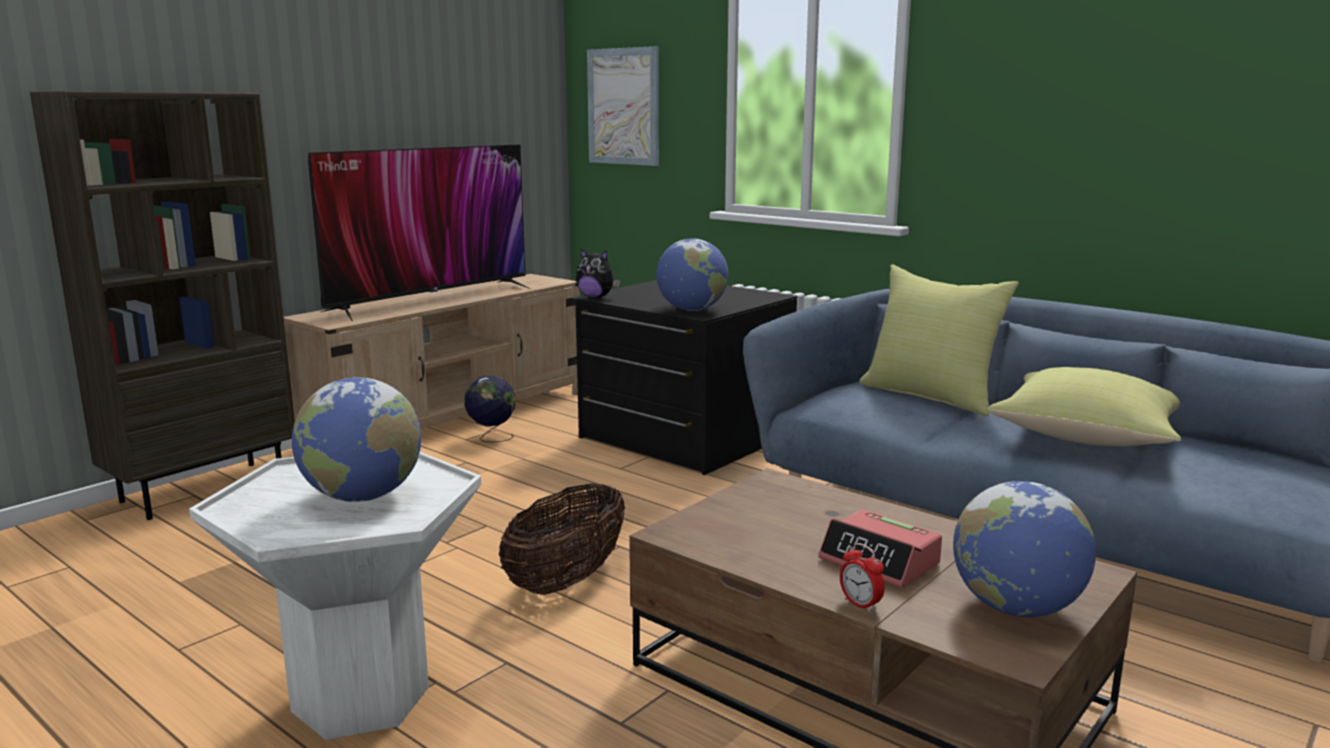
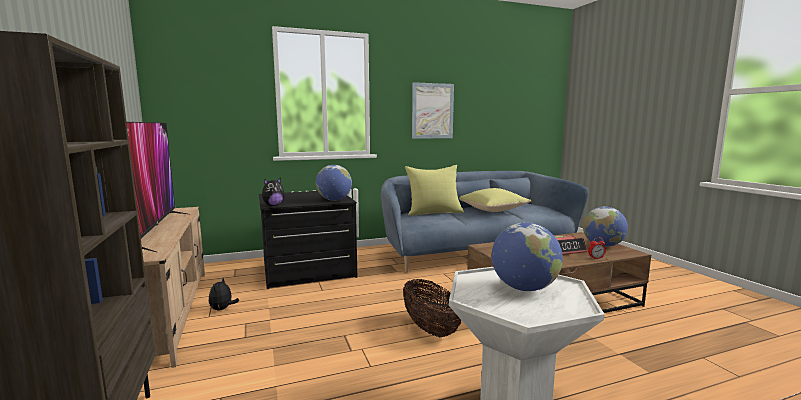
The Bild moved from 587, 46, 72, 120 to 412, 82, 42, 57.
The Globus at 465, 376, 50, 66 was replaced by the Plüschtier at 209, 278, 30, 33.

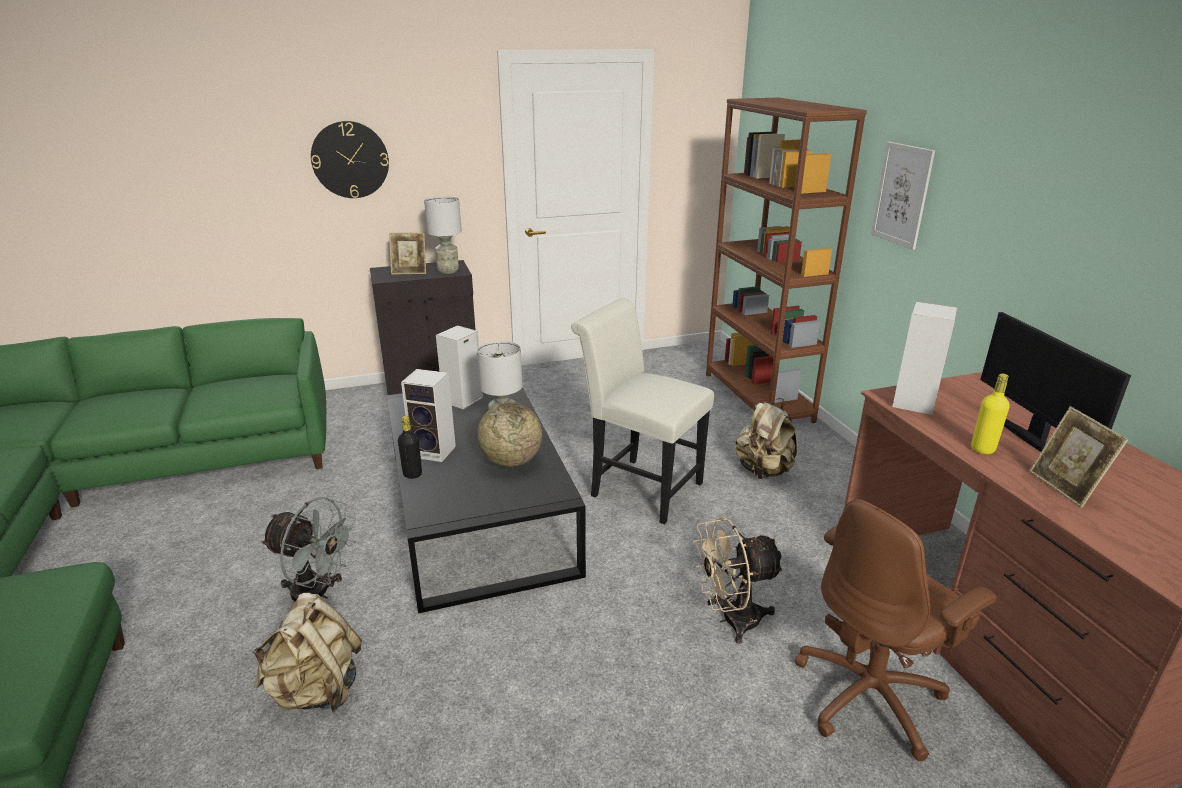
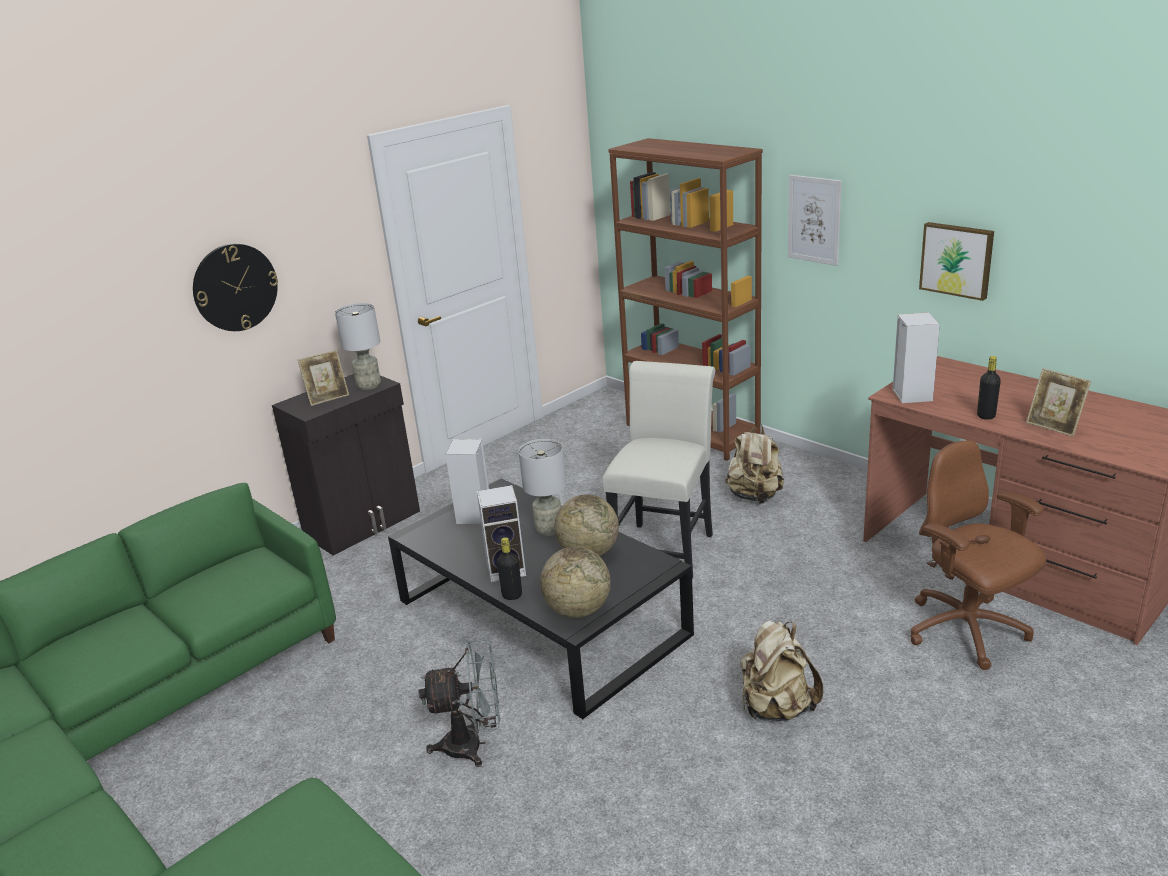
The Ventilator/beige at 693, 517, 92, 127 disappeared.
The Monitor at 980, 312, 151, 140 disappeared.
The Globus at 540, 547, 71, 71 appeared.
The Bild at 919, 222, 75, 79 appeared.
The Rucksack/beige moved from 252, 593, 110, 119 to 740, 621, 83, 101.
The Flasche/gelb at 971, 373, 39, 81 became the Flasche/schwarz at 977, 356, 24, 64.
The Stuhl/weiß at 571, 298, 143, 226 turned 105 degrees clockwise.
The Bürostuhl/braun at 795, 499, 202, 262 turned 120 degrees clockwise.

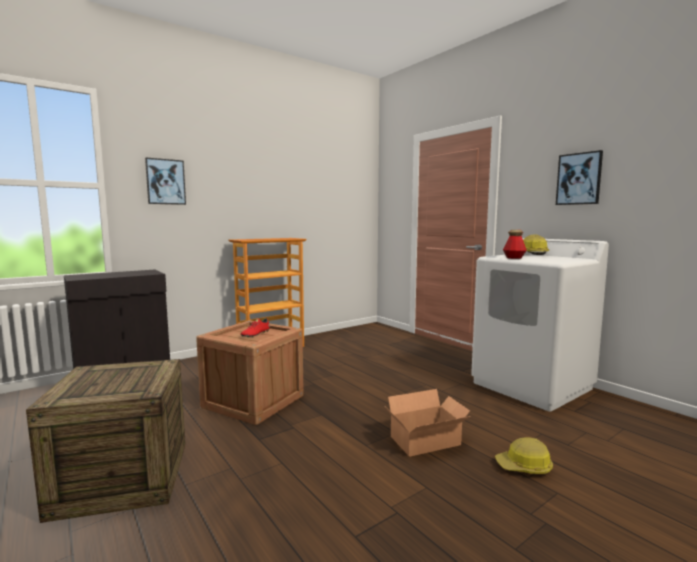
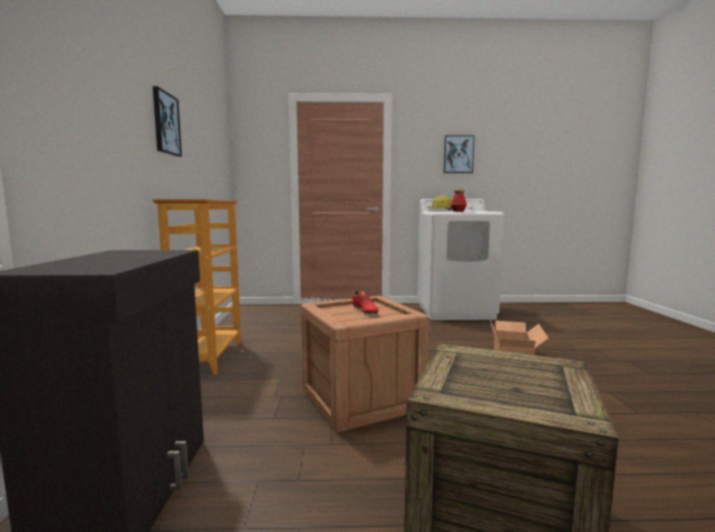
The Schutzhelm at 495, 437, 58, 37 disappeared.
The Bild moved from 145, 158, 41, 47 to 153, 86, 29, 71.

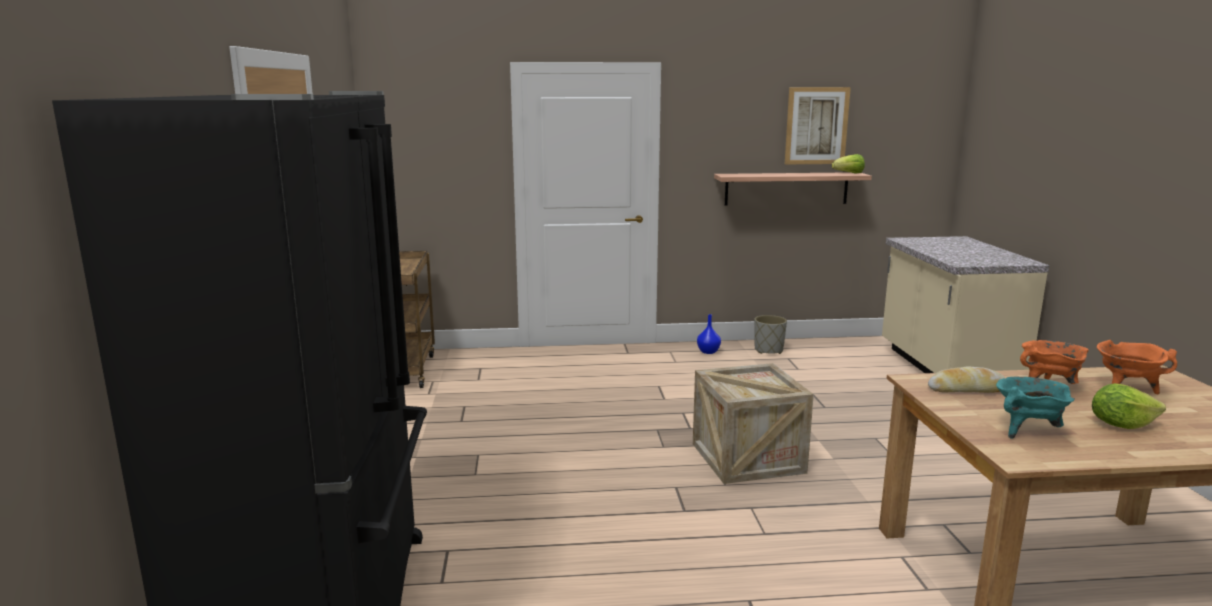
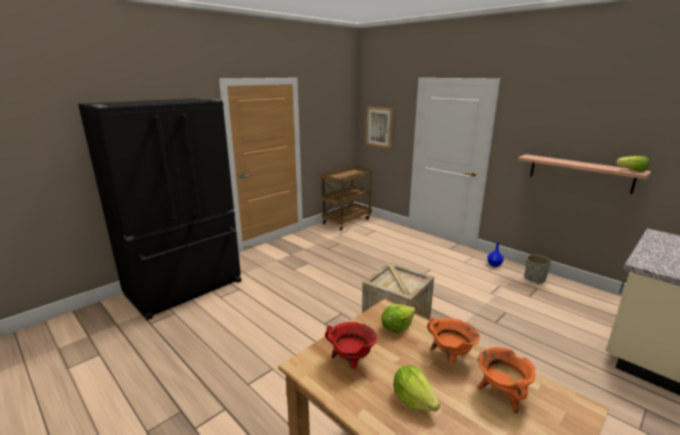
The Bild moved from 785, 87, 66, 77 to 366, 107, 26, 41.
The Brot at 928, 366, 77, 27 was replaced by the Salatkopf at 381, 304, 34, 29.
The Kochtopf/türkis at 996, 377, 79, 62 became the Kochtopf/rot at 325, 322, 52, 47.

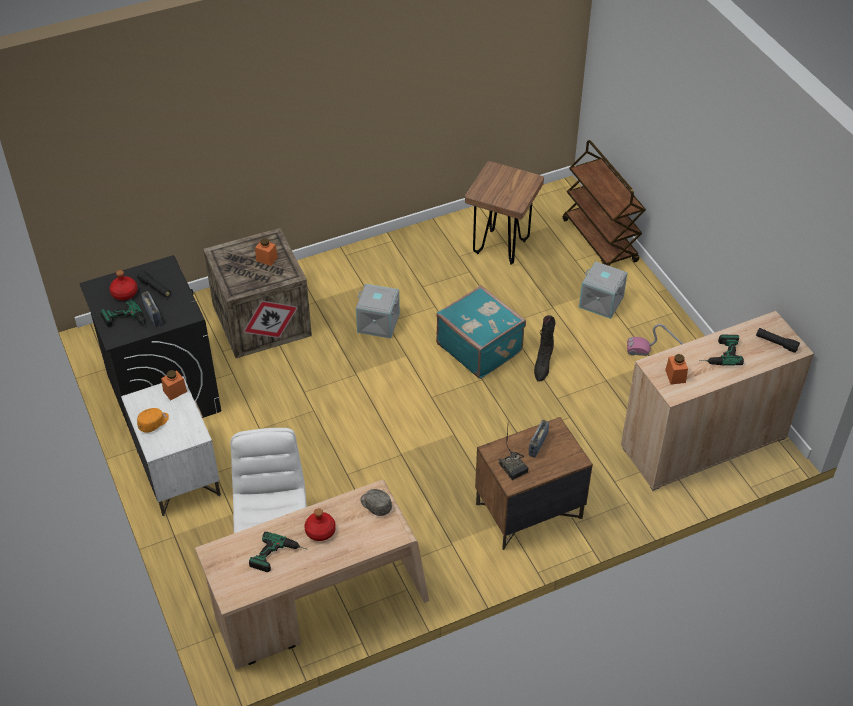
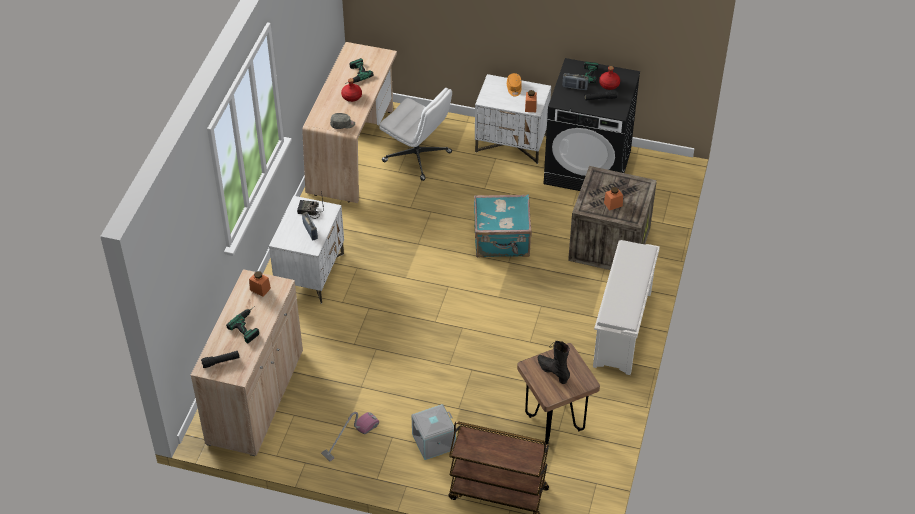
The Aufbewahrungsbox/grau at 356, 284, 44, 54 disappeared.
The Schuhregal/weiß at 593, 240, 67, 135 appeared.
The Koffer/türkis moved from 436, 285, 90, 94 to 474, 194, 58, 63.
The Stiefel/schwarz moved from 534, 315, 22, 67 to 538, 341, 32, 43.
The Nachttisch/braun at 475, 417, 118, 133 became the Nachttisch/weiß at 269, 196, 75, 108.

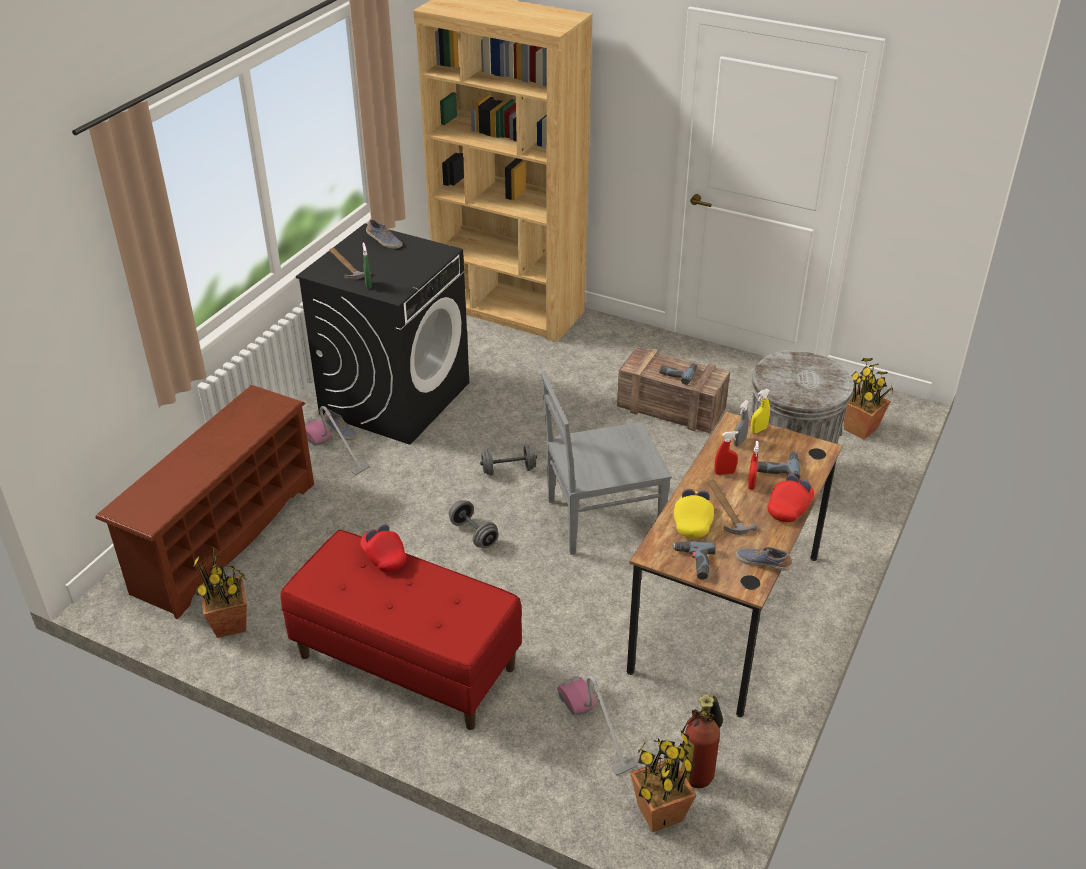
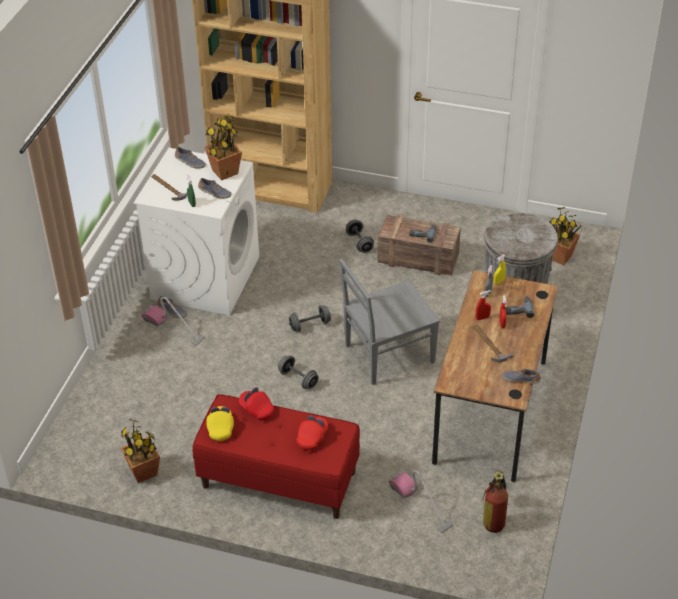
The Schuhregal/braun at 95, 385, 219, 234 disappeared.
The Bohrmaschine at 672, 541, 44, 39 disappeared.
The Schuh at 198, 178, 33, 21 appeared.
The Hantel/grau at 346, 219, 28, 34 appeared.
The Topfpflanze moved from 630, 731, 67, 101 to 205, 114, 37, 66.
The Kappe/gelb moved from 674, 489, 40, 49 to 206, 406, 28, 35.
The Kappe/rot moved from 768, 474, 46, 48 to 296, 415, 32, 35.
The Waschmaschine/schwarz at 296, 223, 173, 222 became the Waschmaschine/weiß at 134, 148, 125, 167.

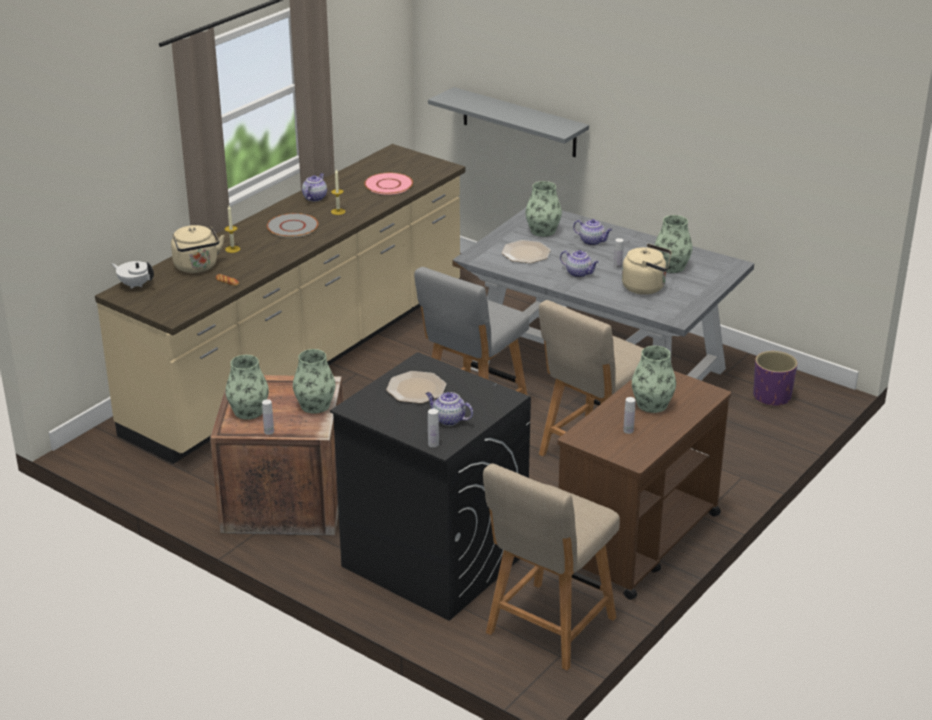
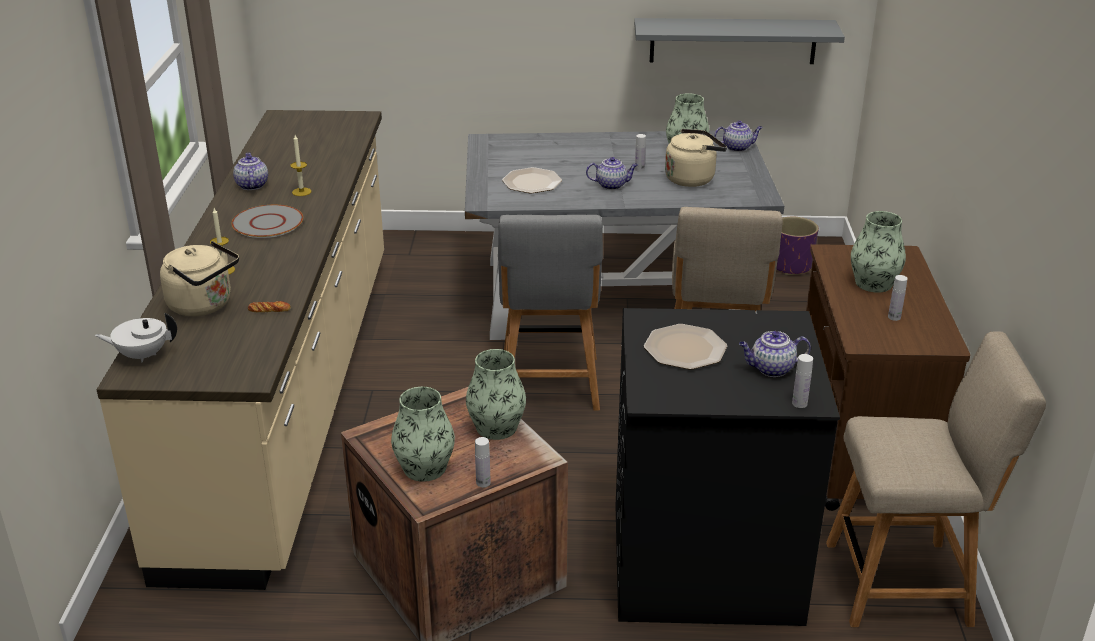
The Teller/rosa at 364, 173, 49, 22 disappeared.
The Vase at 525, 181, 37, 56 disappeared.
The Wandregal/grau moved from 428, 87, 161, 70 to 634, 18, 211, 46.
The Teekanne moved from 573, 219, 39, 27 to 714, 121, 49, 31.
The Stuhl/beige at 483, 463, 137, 207 turned 90 degrees counterclockwise.

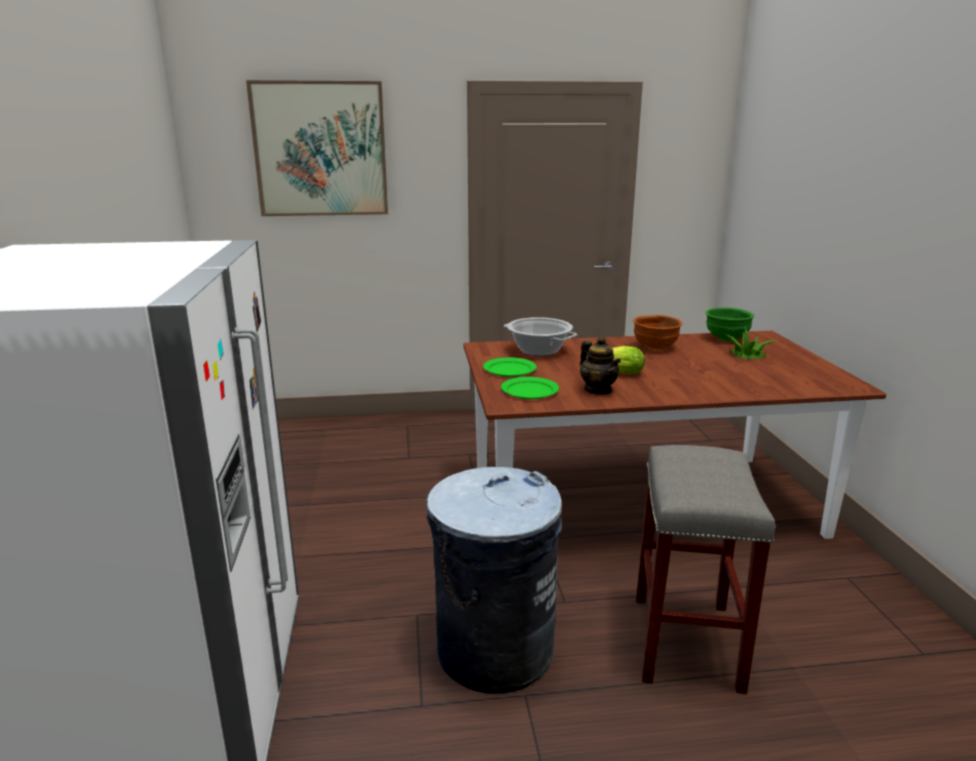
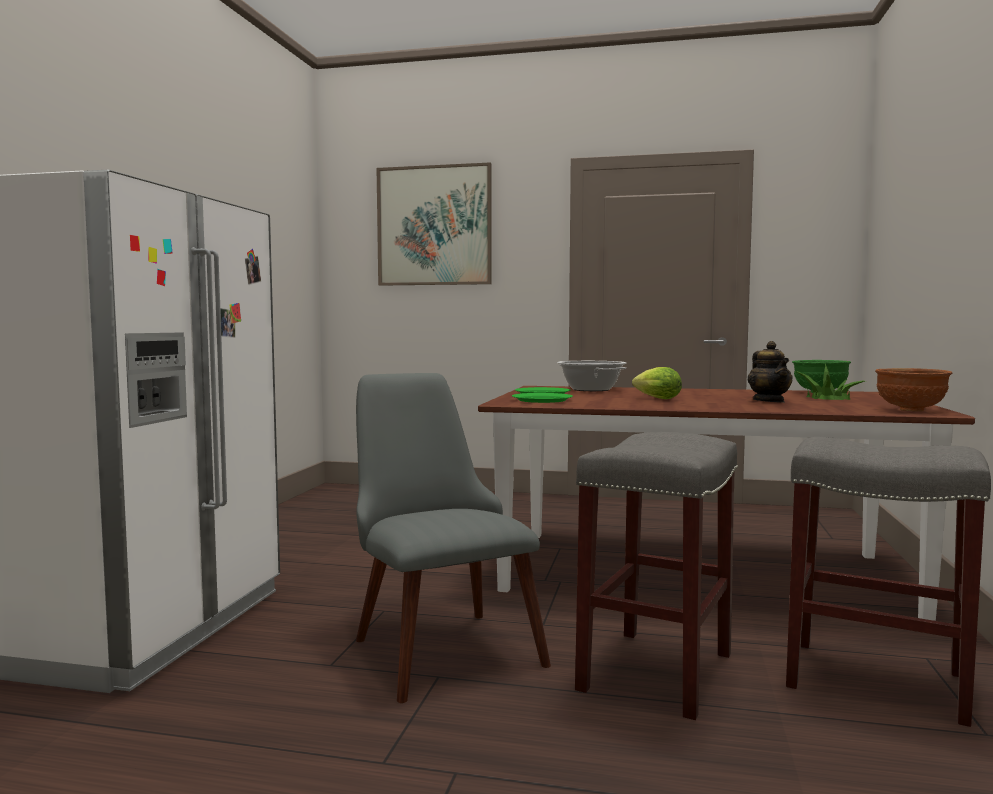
The Hocker/grau at 786, 437, 205, 290 appeared.
The Teekanne moved from 580, 336, 41, 59 to 748, 341, 45, 62.
The Schüssel/braun moved from 633, 315, 49, 35 to 875, 368, 77, 44.
The Mülleimer/grau at 426, 467, 136, 227 was replaced by the Stuhl/grau at 356, 373, 195, 330.

